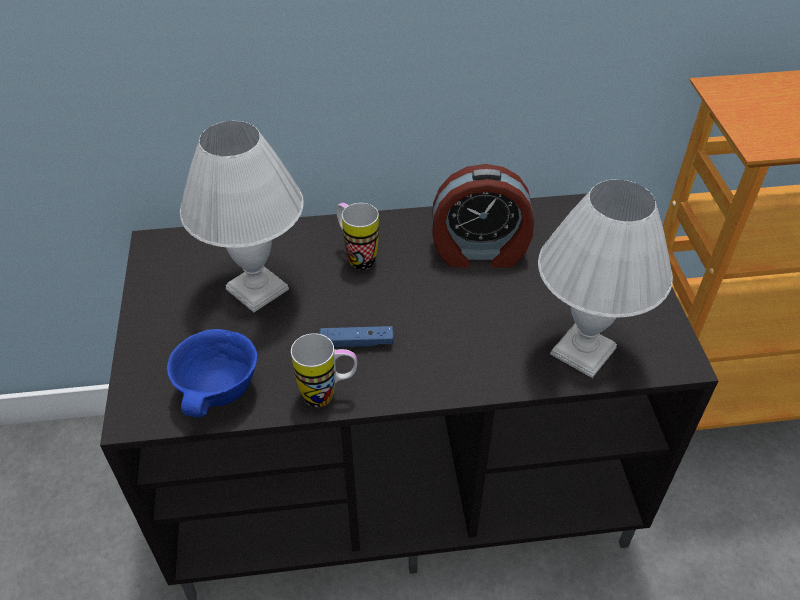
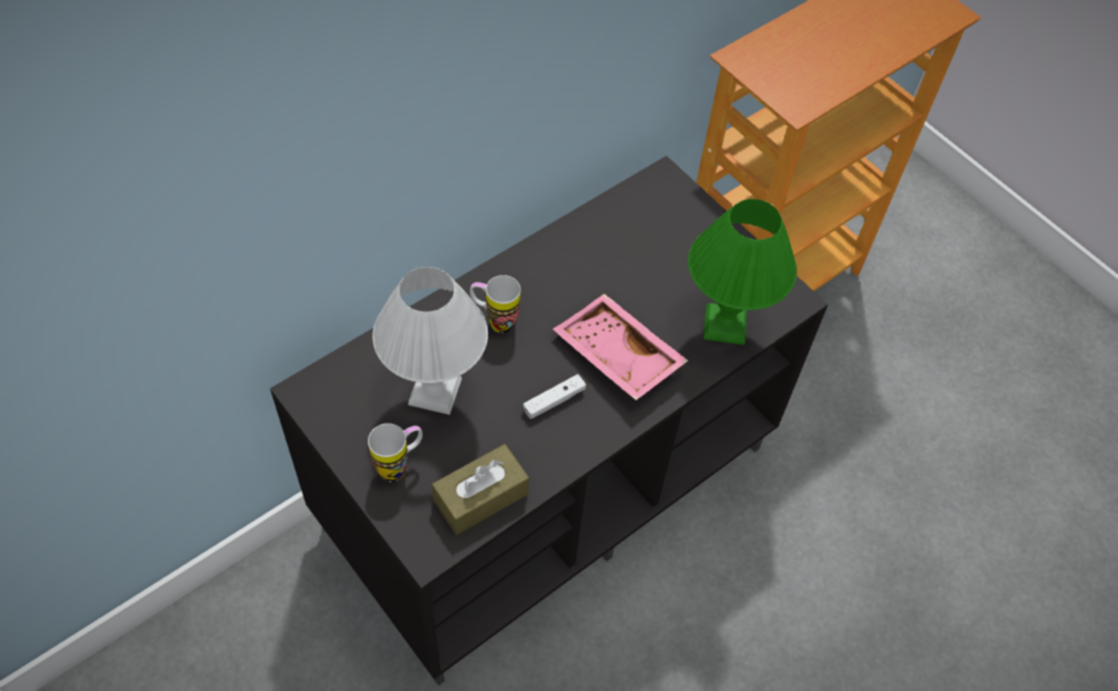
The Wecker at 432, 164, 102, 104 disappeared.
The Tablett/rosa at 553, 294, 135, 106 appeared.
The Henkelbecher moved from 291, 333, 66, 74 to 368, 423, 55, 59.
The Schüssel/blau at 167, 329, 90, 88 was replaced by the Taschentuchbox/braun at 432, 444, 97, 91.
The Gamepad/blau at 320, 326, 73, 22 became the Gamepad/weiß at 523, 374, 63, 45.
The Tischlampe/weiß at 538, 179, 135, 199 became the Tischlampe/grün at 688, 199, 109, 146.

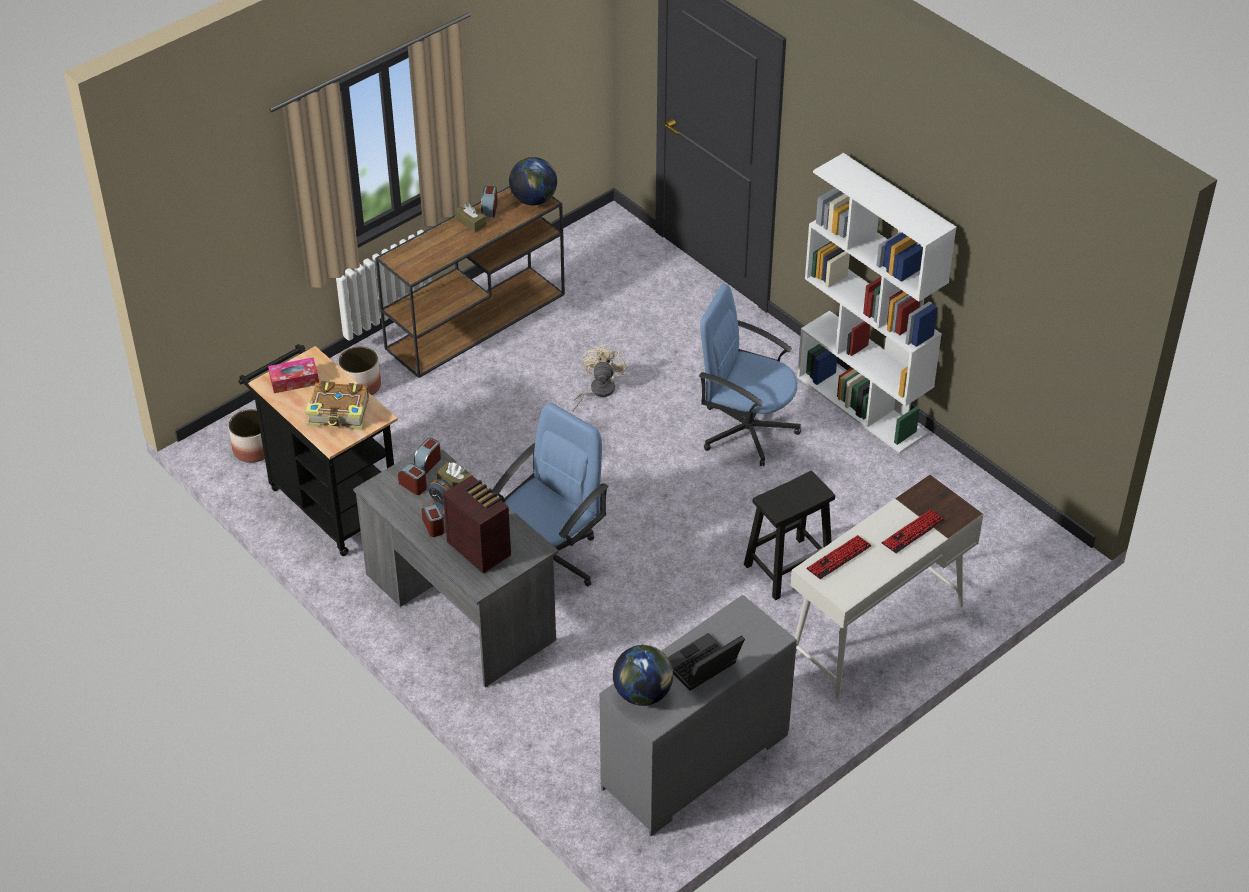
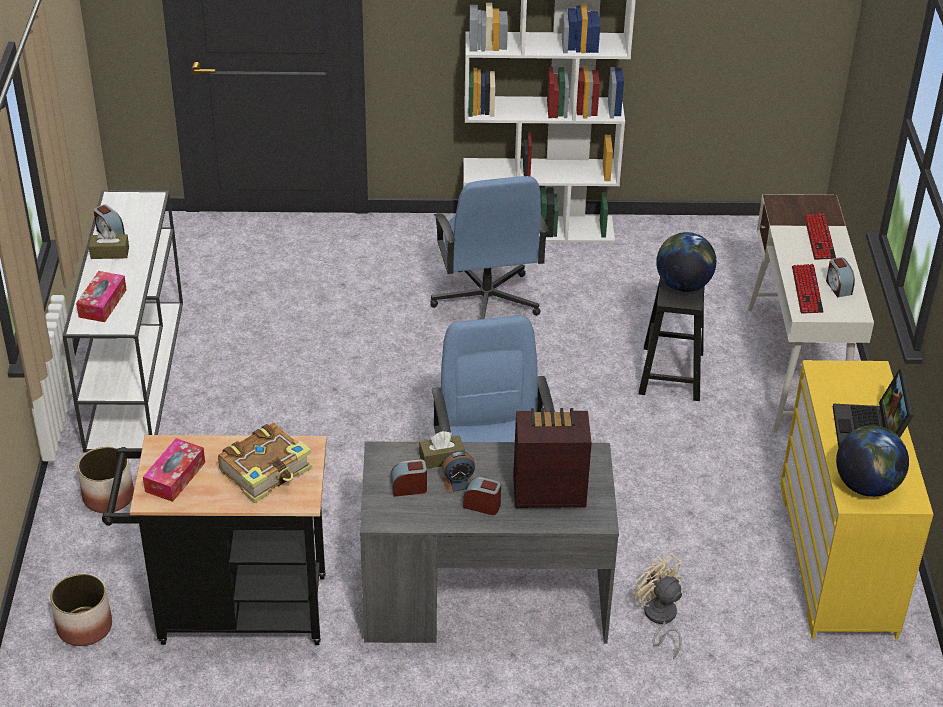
The Taschentuchbox at 76, 271, 51, 51 appeared.
The Wecker moved from 414, 438, 27, 36 to 826, 257, 29, 40.
The Globus moved from 509, 157, 48, 48 to 656, 232, 60, 60.
The Ventilator/beige moved from 573, 345, 53, 66 to 634, 553, 48, 106.
The Konsolentisch/braun at 375, 186, 190, 192 became the Konsolentisch/weiß at 63, 190, 120, 262.
The Kommode/grau at 599, 595, 198, 241 became the Kommode/gelb at 780, 360, 154, 279.
The Bürostuhl/blau at 699, 283, 102, 183 turned 75 degrees counterclockwise.

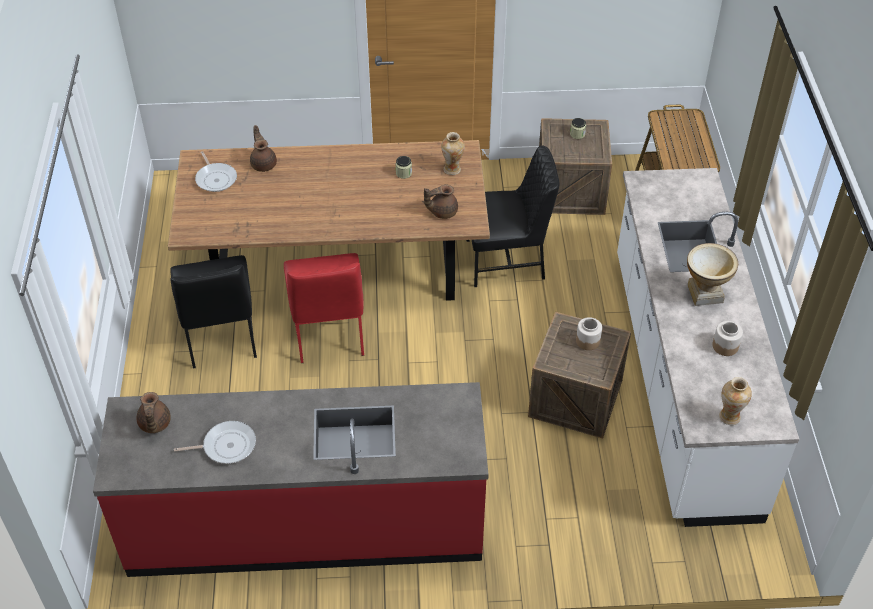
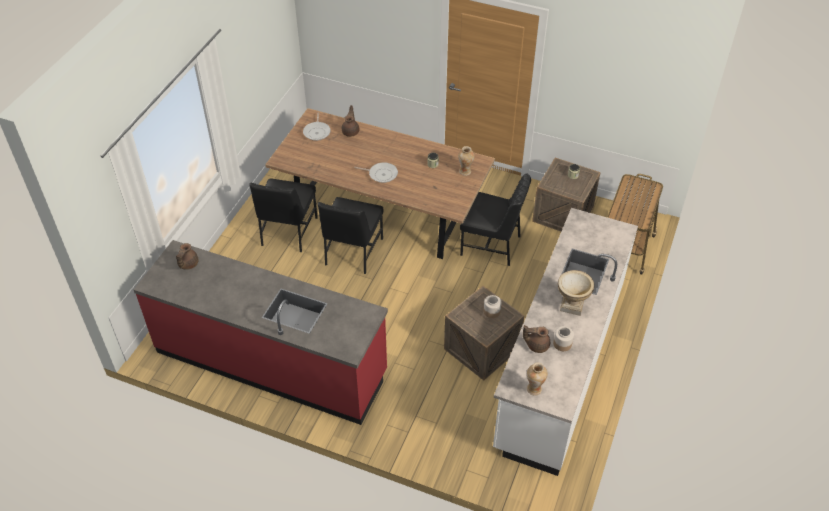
The Pfanne moved from 174, 421, 82, 43 to 354, 162, 44, 21.
The Teekanne/braun moved from 424, 184, 34, 35 to 523, 325, 27, 28.
The Stuhl/rot at 284, 253, 80, 110 became the Stuhl/schwarz at 318, 197, 65, 77.

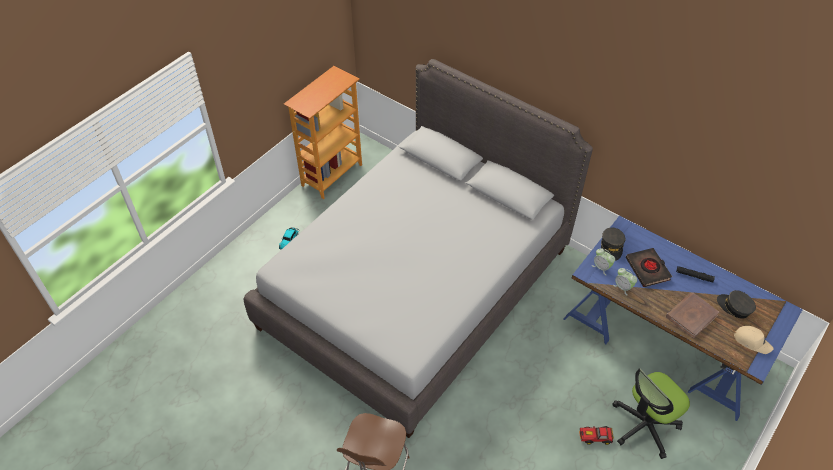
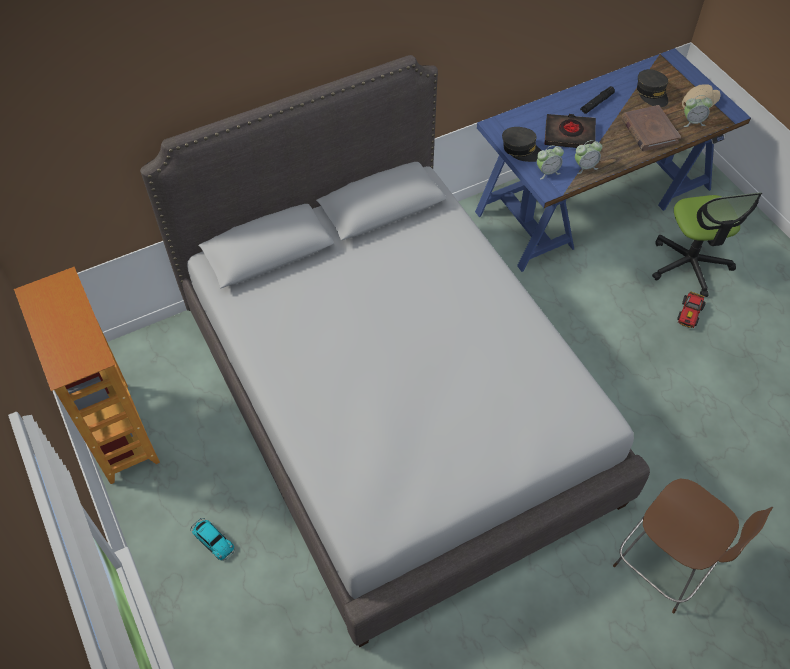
The Wecker at 684, 95, 29, 32 appeared.
The Kappe/grau at 717, 290, 39, 29 turned 90 degrees counterclockwise.

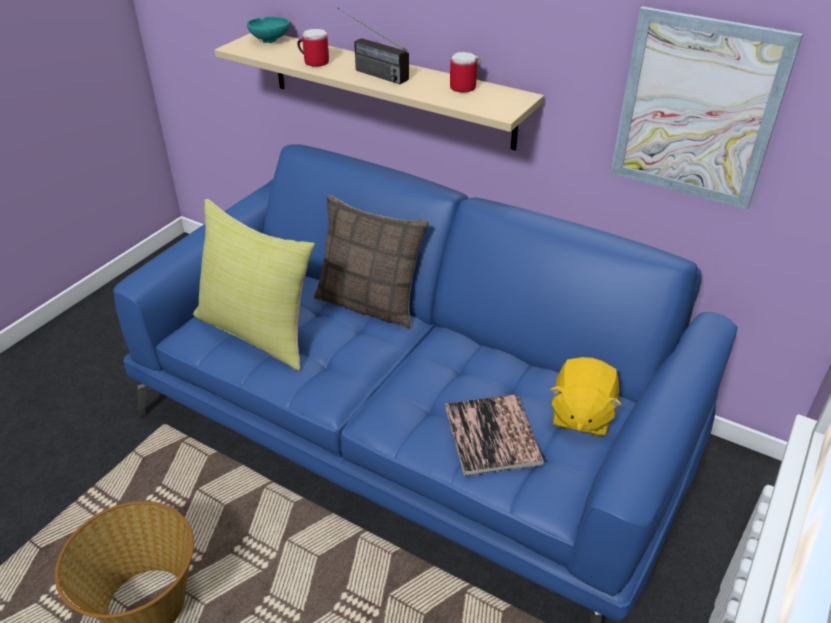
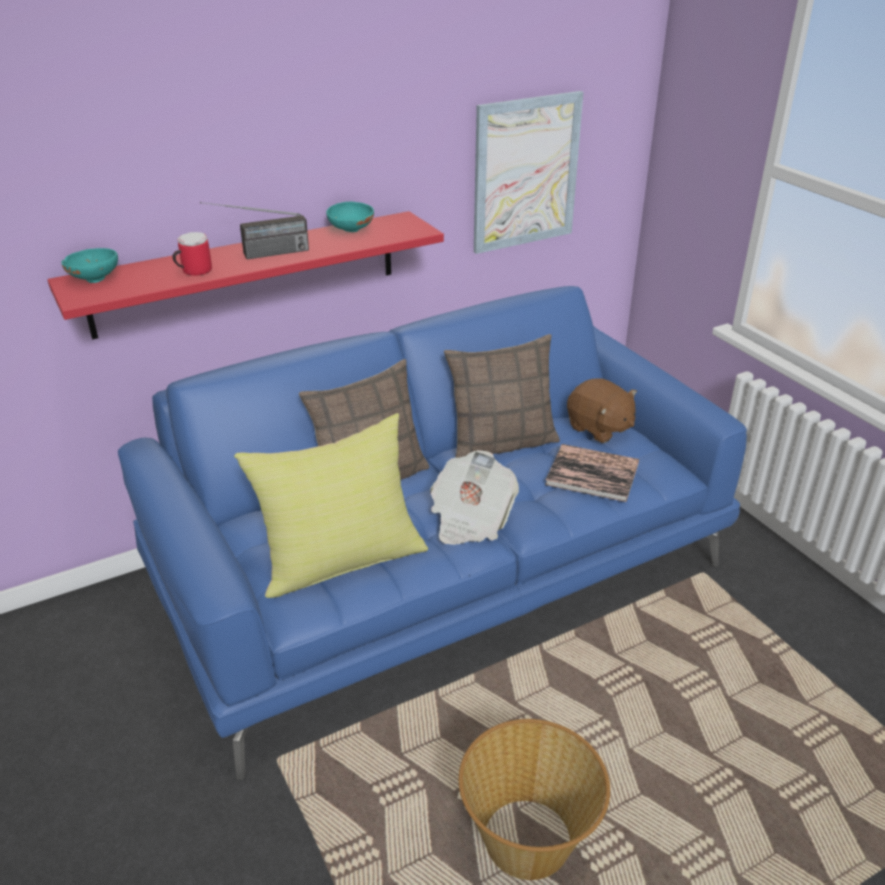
The Zeitung at 430, 450, 89, 95 appeared.
The Kissen at 444, 334, 116, 124 appeared.
The Henkelbecher at 450, 52, 31, 40 was replaced by the Schüssel/türkis at 326, 202, 48, 30.
The Wandregal/beige at 215, 33, 329, 117 became the Wandregal/rot at 47, 211, 397, 128.
The Plüschtier/gelb at 550, 357, 72, 79 became the Plüschtier/braun at 567, 378, 70, 65.

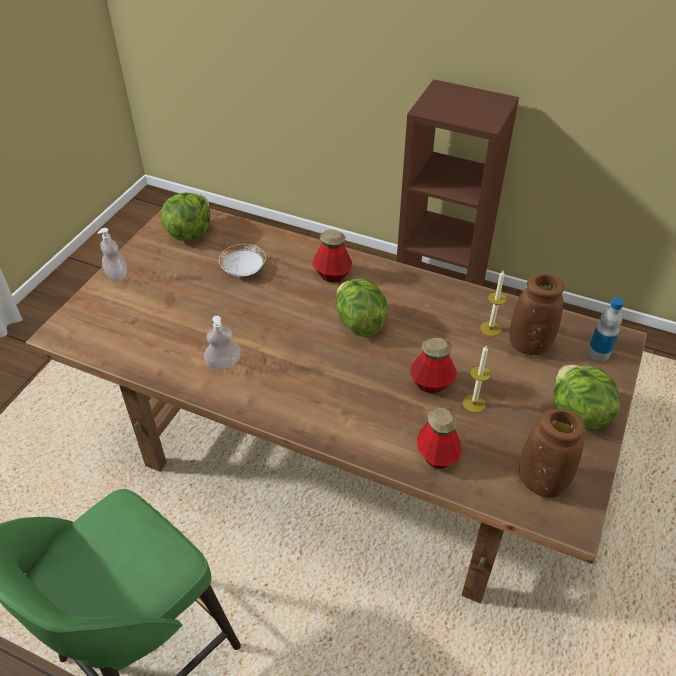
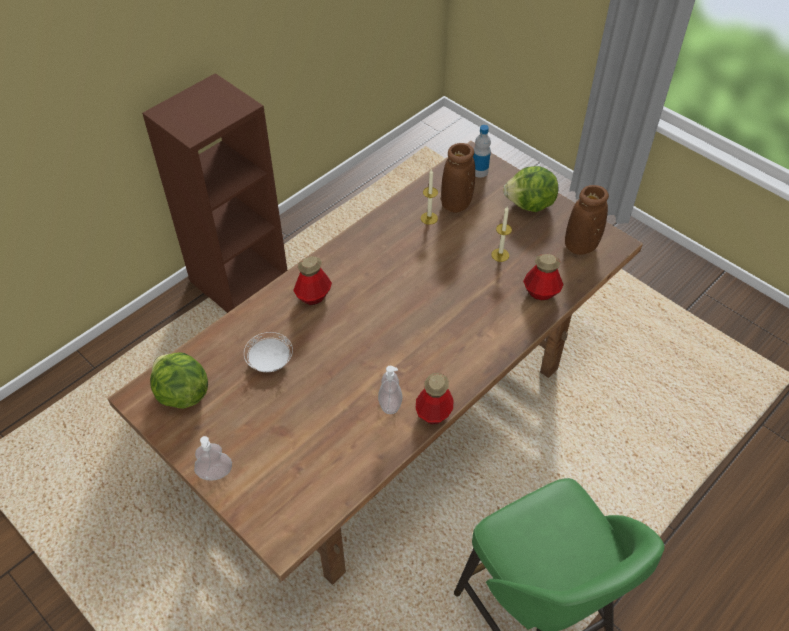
The Salatkopf at 335, 279, 53, 58 disappeared.
The Flasche moved from 410, 338, 47, 55 to 415, 373, 38, 51.

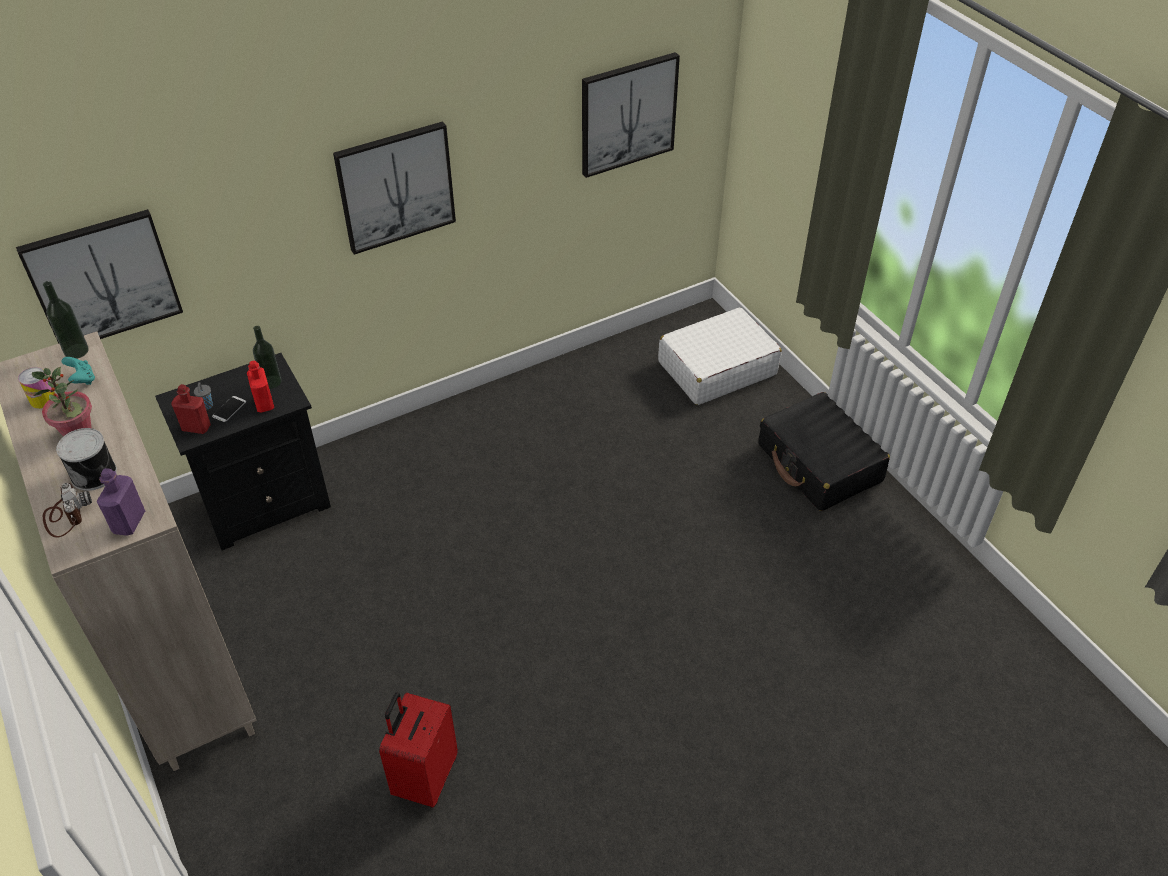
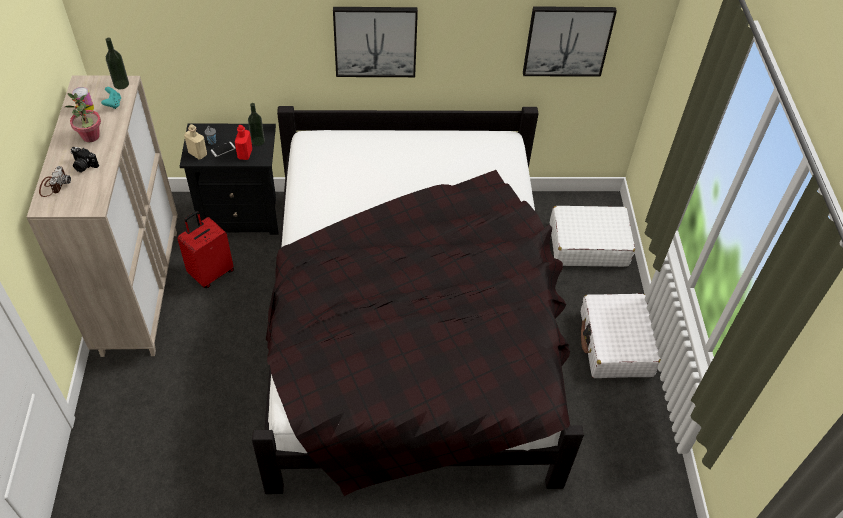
The Bild at 16, 209, 167, 135 disappeared.
The Flasche/lila at 97, 468, 48, 68 disappeared.
The Bett/schwarz at 252, 106, 332, 390 appeared.
The Koffer/rot moved from 379, 692, 79, 116 to 177, 211, 57, 77.
The Dose at 56, 428, 61, 63 was replaced by the Kamera at 70, 147, 29, 25.
The Flasche/rot at 171, 384, 40, 50 became the Flasche/beige at 184, 124, 23, 36.
The Koffer/schwarz at 758, 392, 132, 119 became the Koffer/weiß at 581, 294, 80, 84.

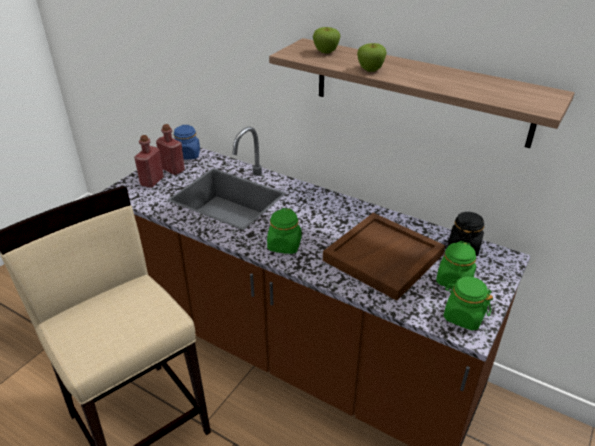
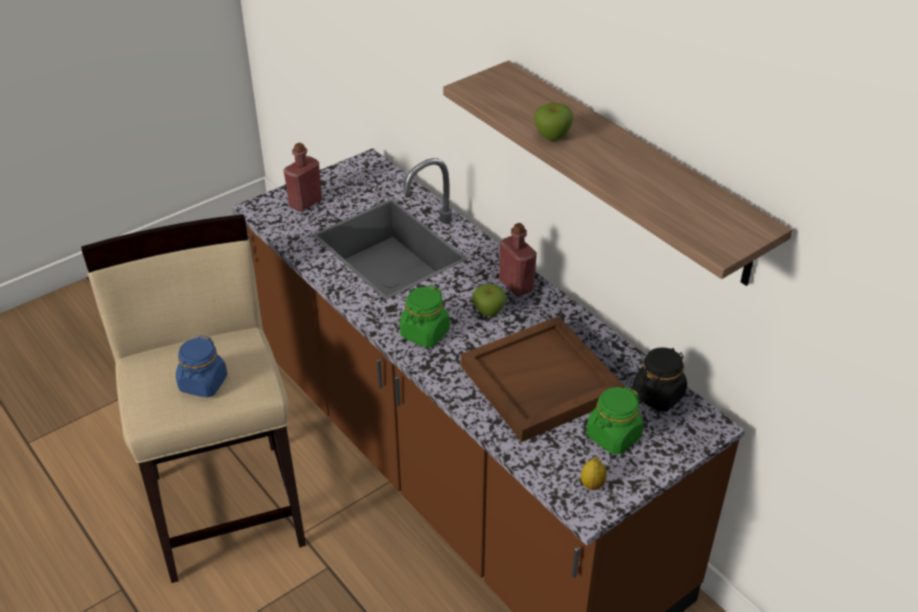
The Flasche/rot moved from 156, 124, 29, 51 to 499, 223, 38, 73.
The Vorratsglas/blau moved from 173, 125, 27, 34 to 176, 335, 52, 62.
The Apfel moved from 313, 27, 28, 26 to 472, 284, 35, 32.
The Vorratsglas/grün at 444, 277, 49, 54 was replaced by the Zitrone at 581, 457, 26, 33.

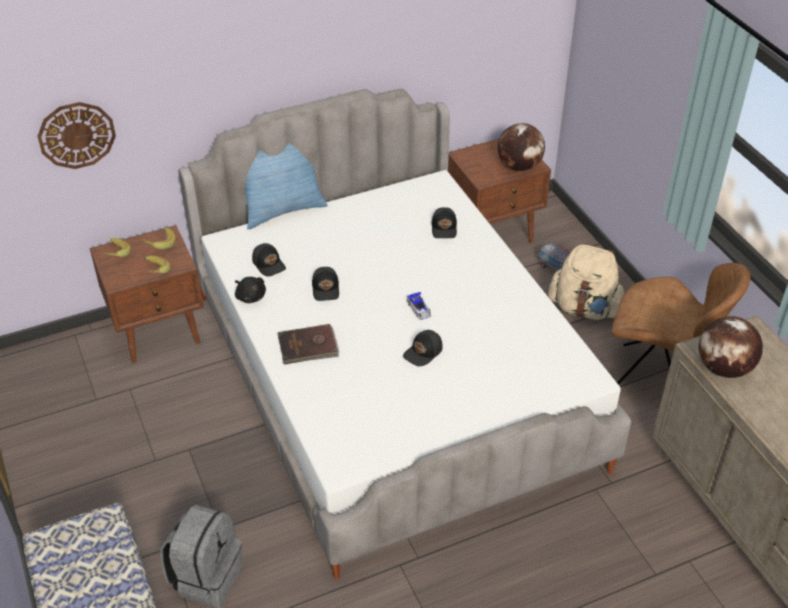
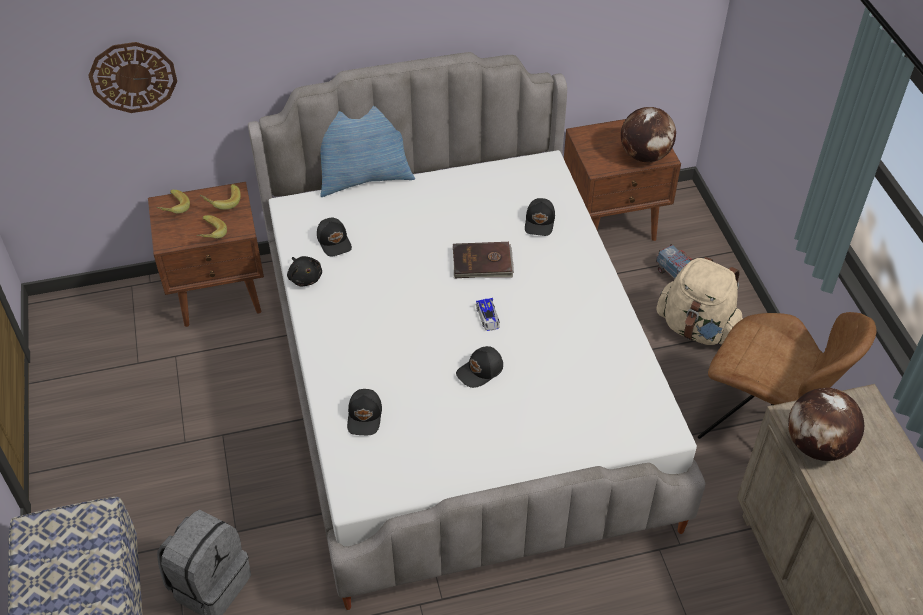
The Buch/braun moved from 278, 324, 61, 40 to 453, 242, 61, 36.
The Kappe/schwarz moved from 312, 267, 27, 34 to 347, 389, 35, 46.

